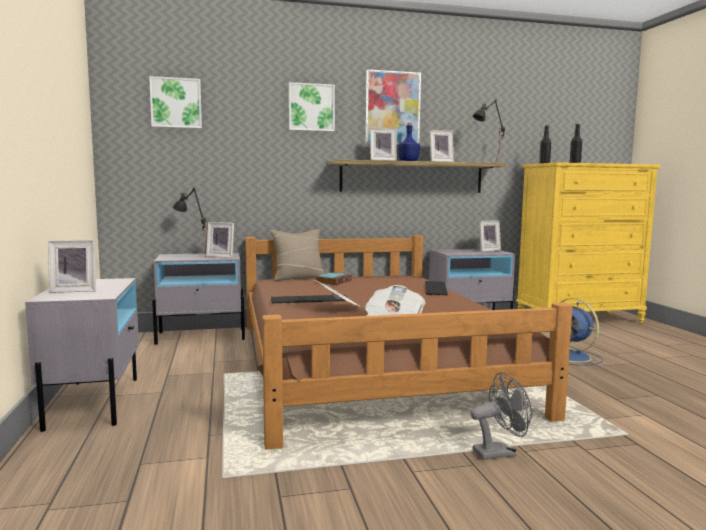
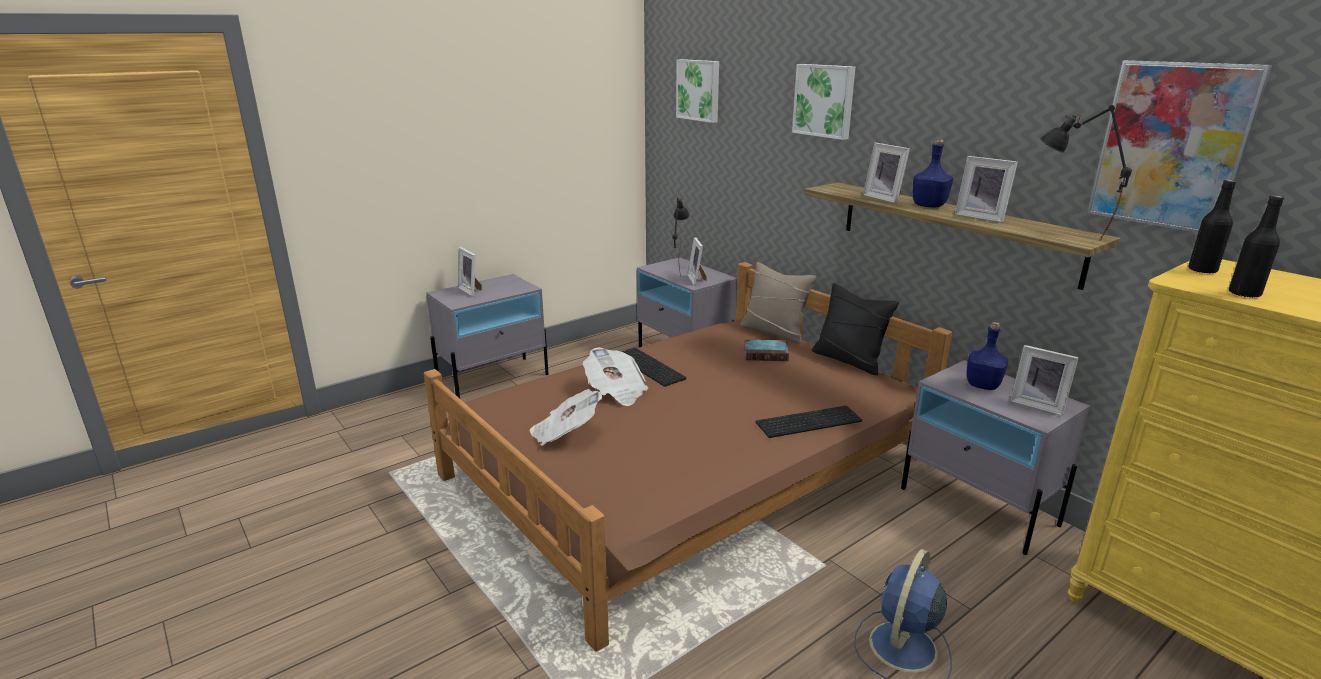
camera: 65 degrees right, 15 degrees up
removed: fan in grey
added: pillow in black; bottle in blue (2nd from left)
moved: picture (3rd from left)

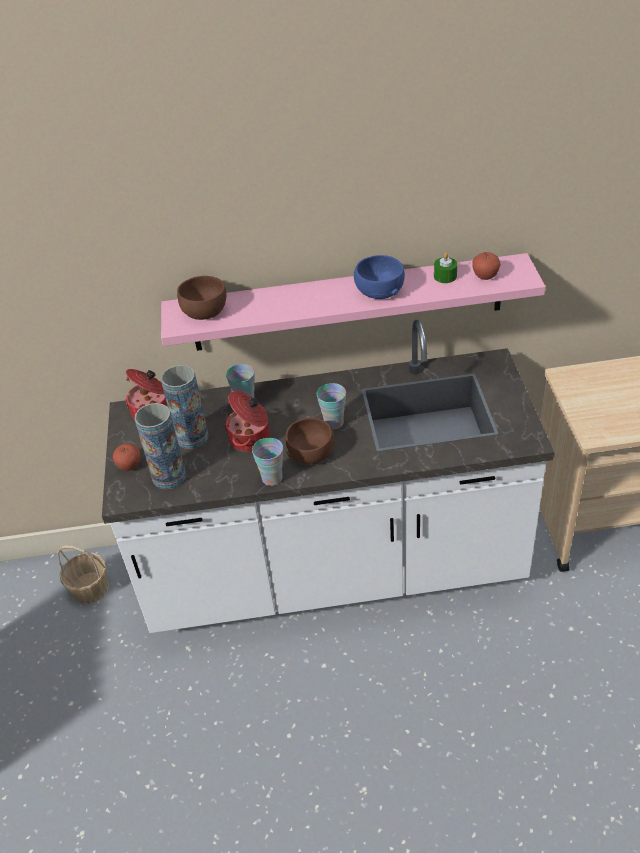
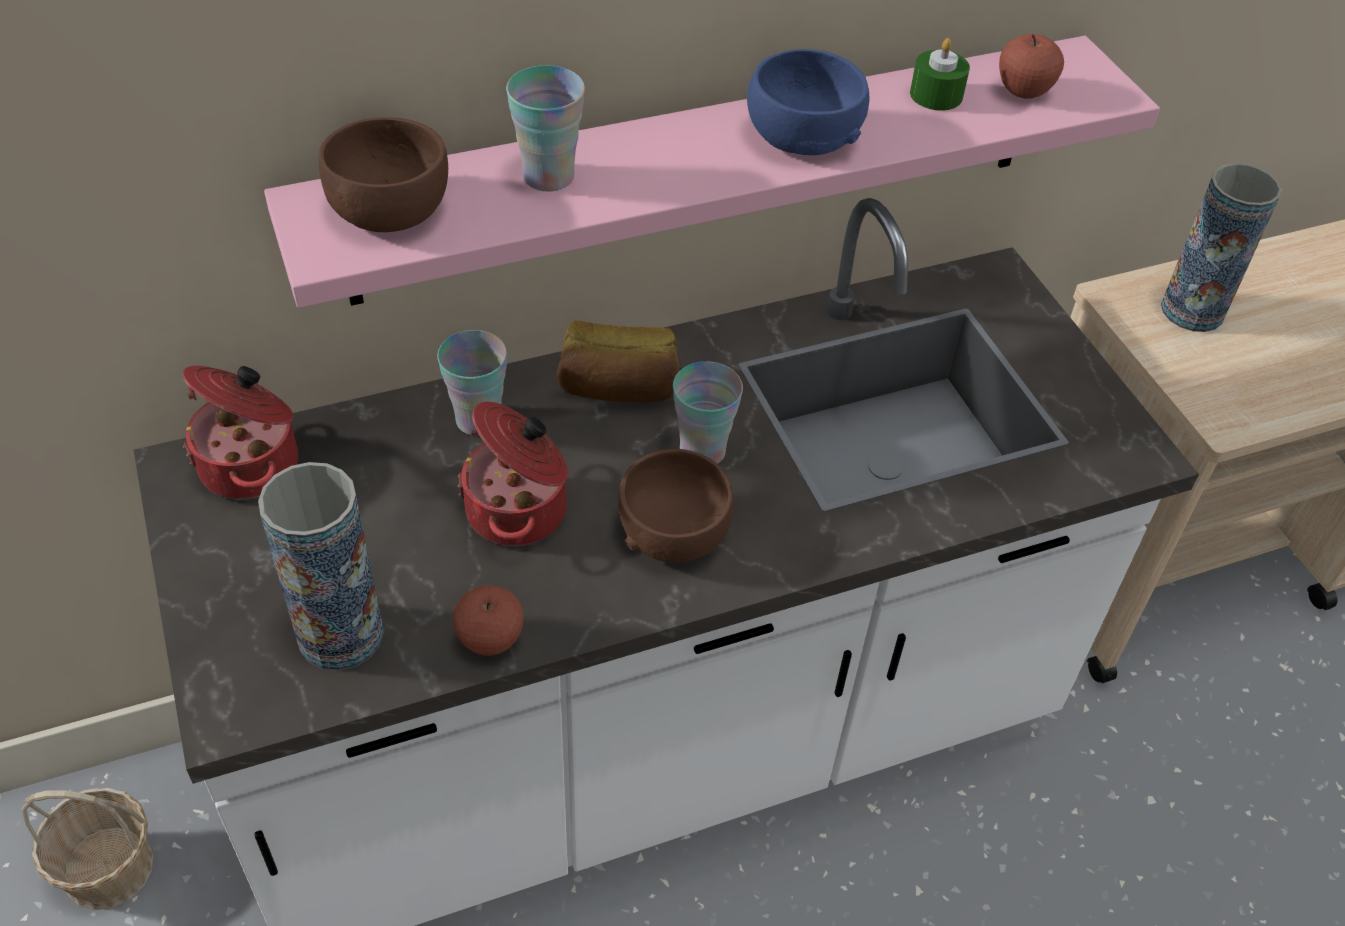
camera: 20 degrees left, 5 degrees up
added: bread
moved: vase (2nd from left); cup (2nd from left); apple (1st from left)

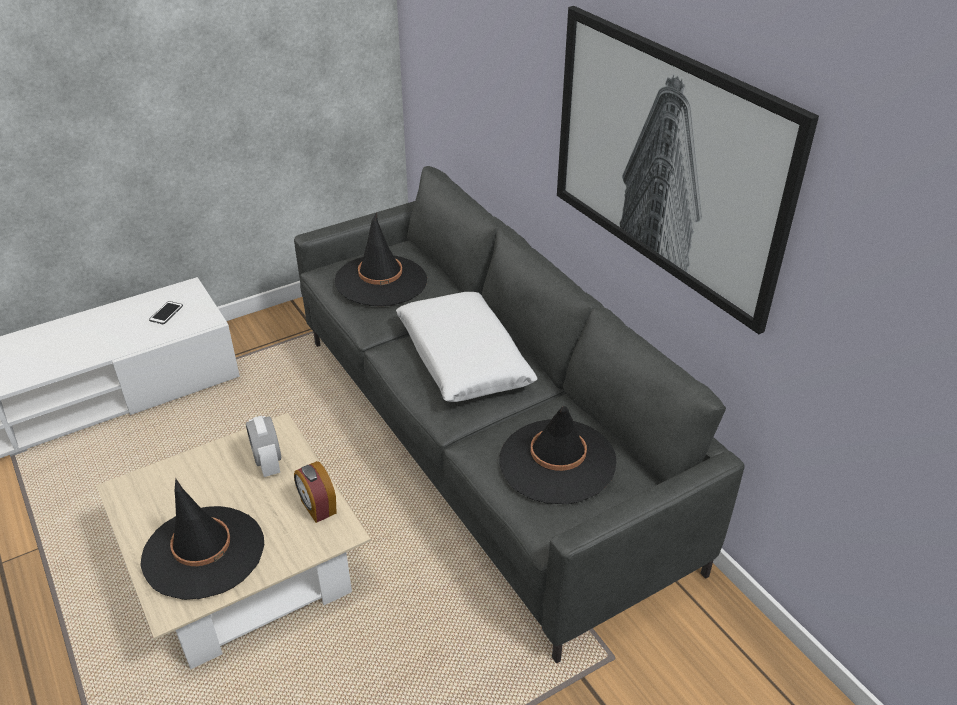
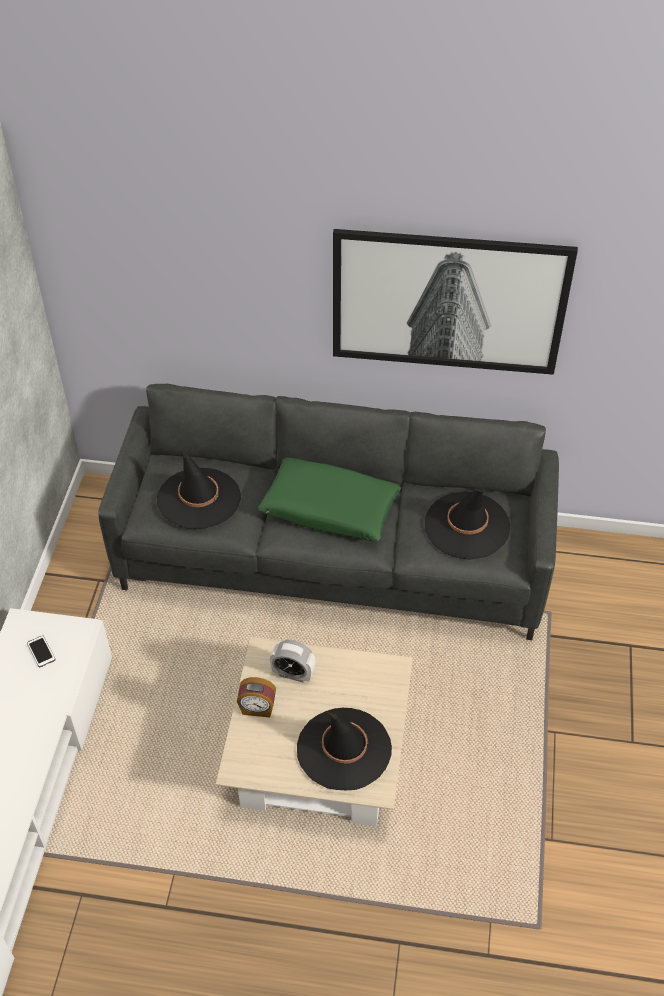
camera: 50 degrees left, 10 degrees up
moved: alarm clock (2nd from left in the first image) to alarm clock (1st from left)
recoloured: pillow in white to pillow in green

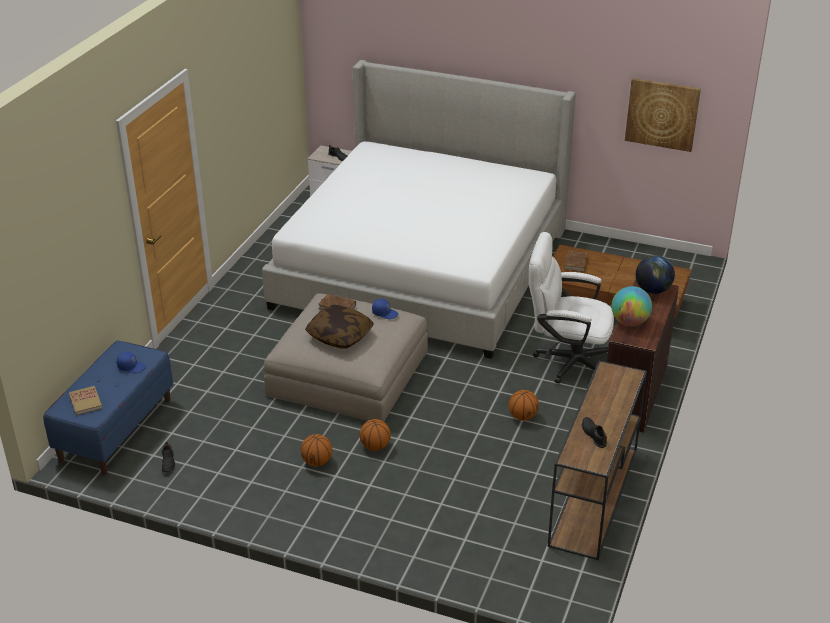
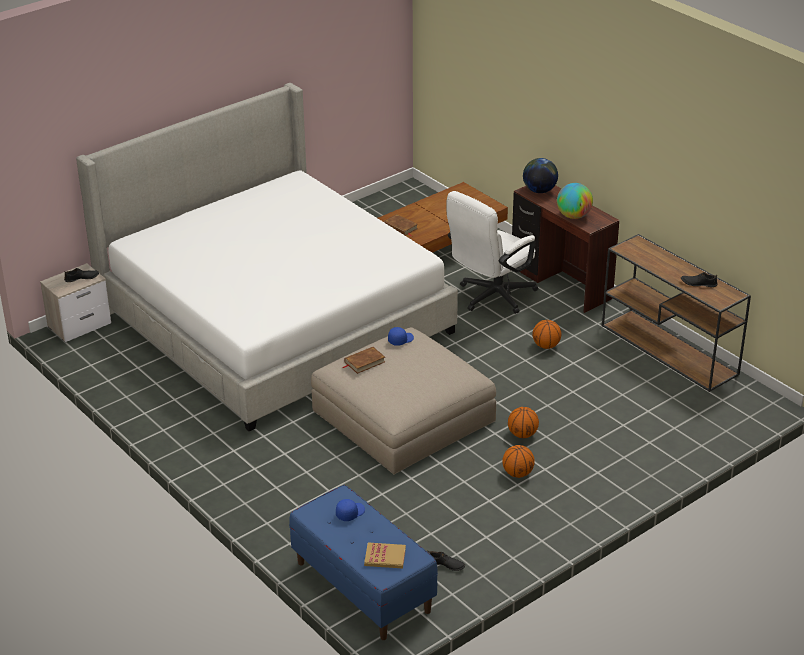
camera: 60 degrees left, 0 degrees up
removed: picture; pillow

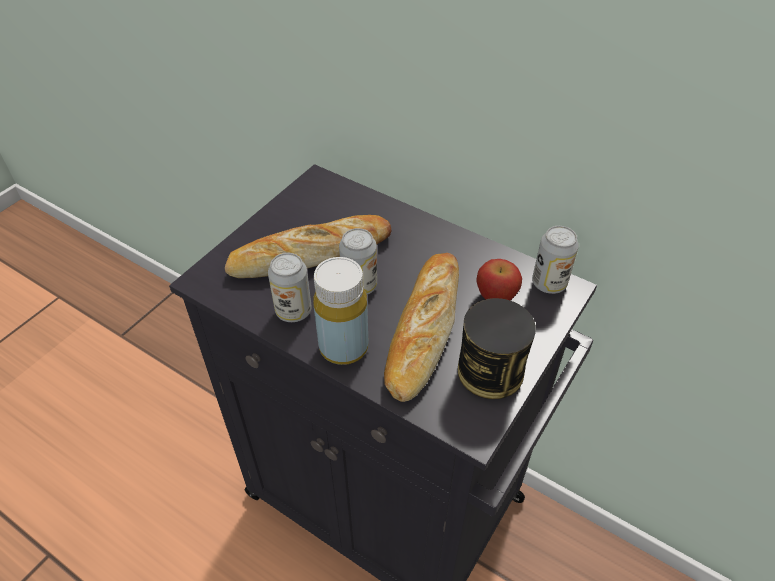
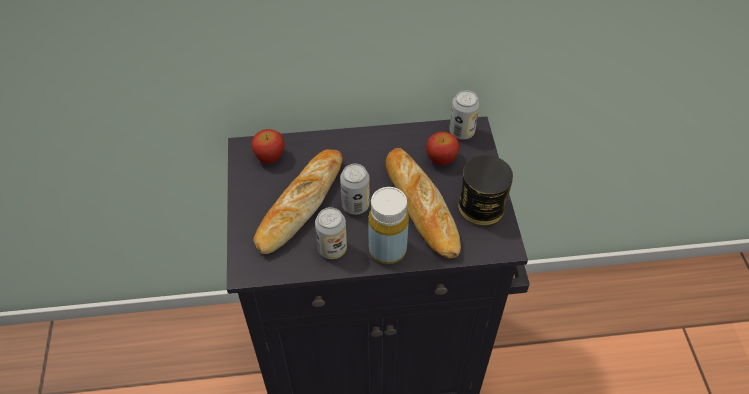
camera: 40 degrees left, 5 degrees up
added: apple (1st from left)

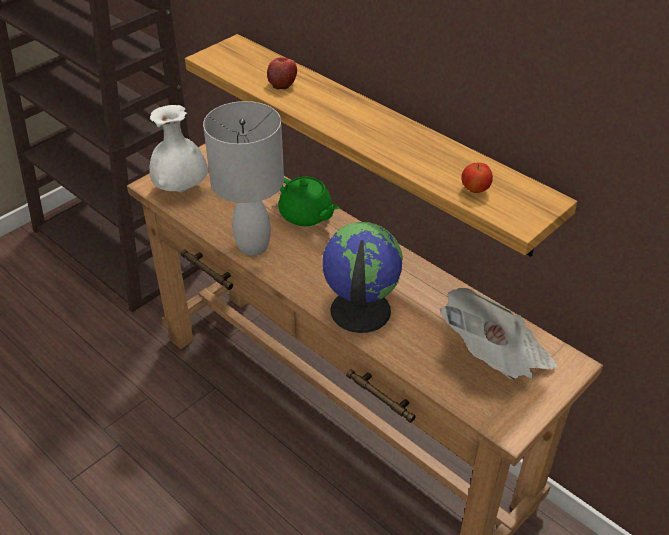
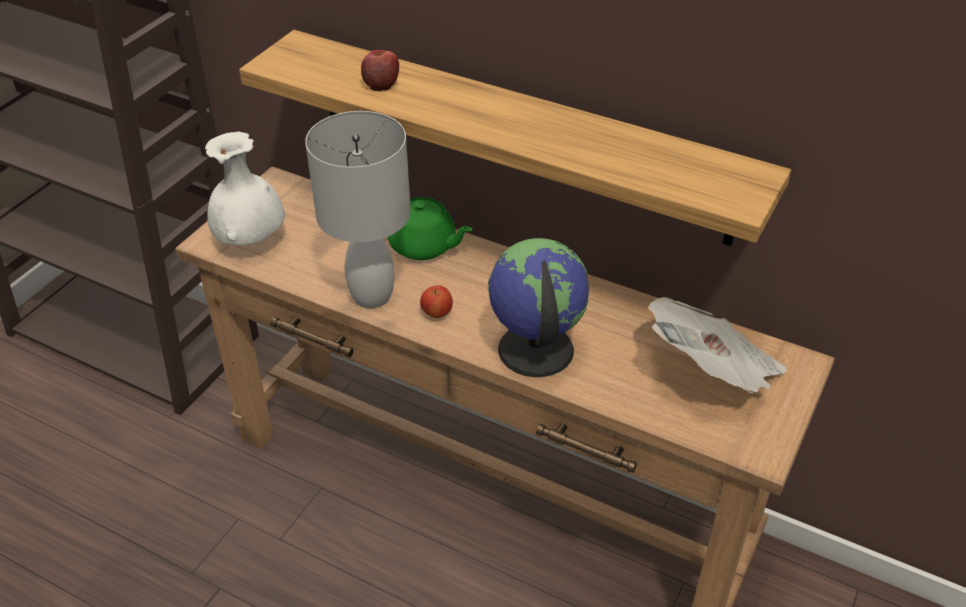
camera: 15 degrees left, 0 degrees up
moved: apple (2nd from left)

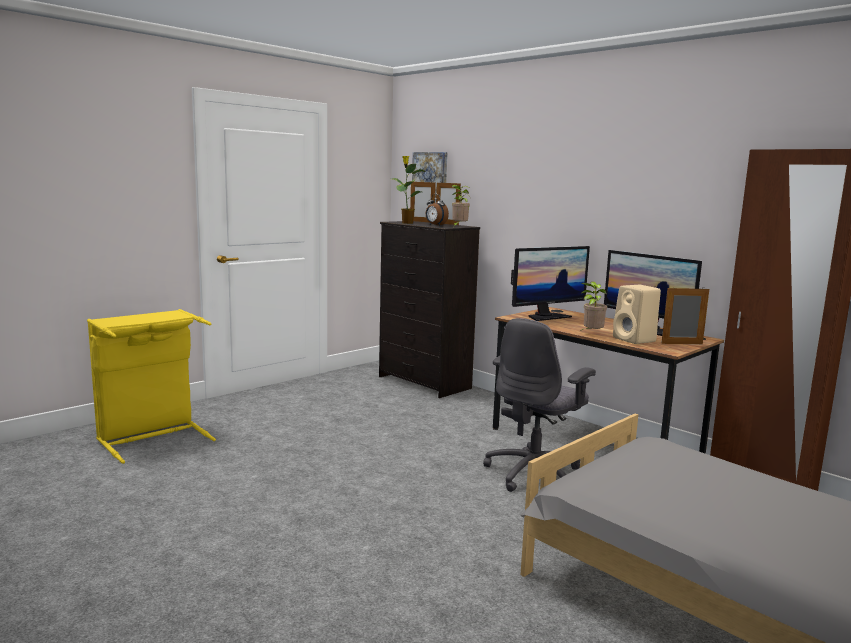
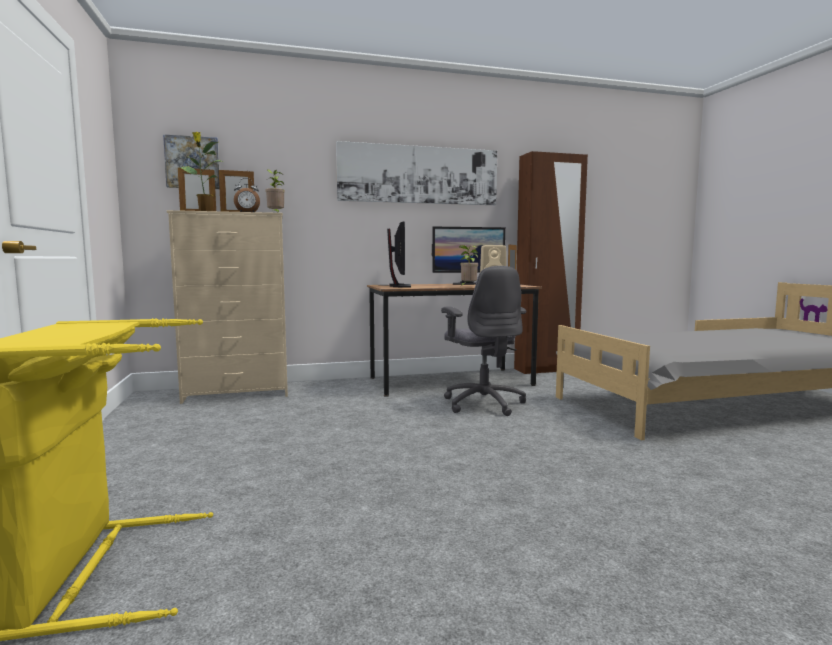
camera: 60 degrees left, 5 degrees down
added: picture (2nd from left)
recoloured: dresser in black to dresser in beige

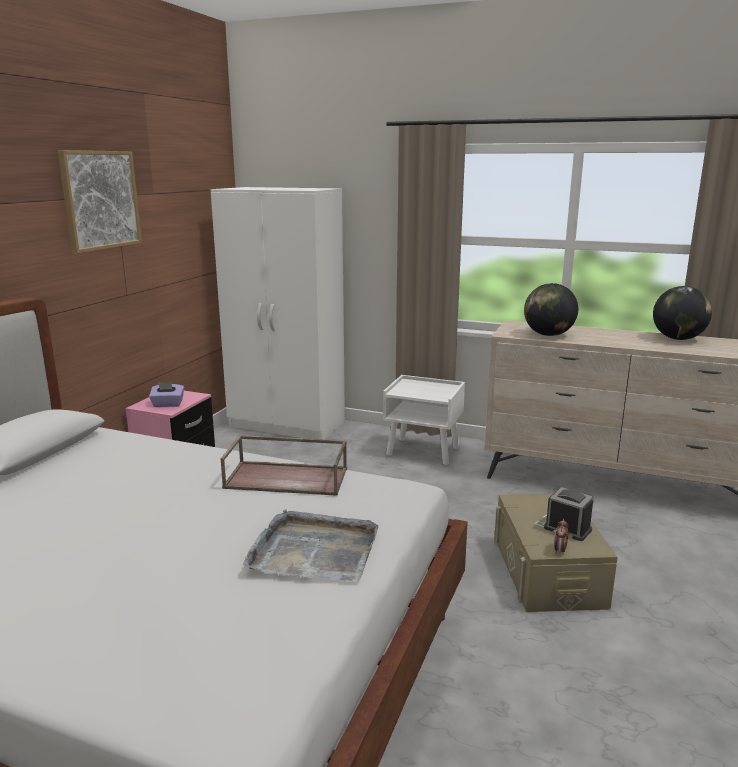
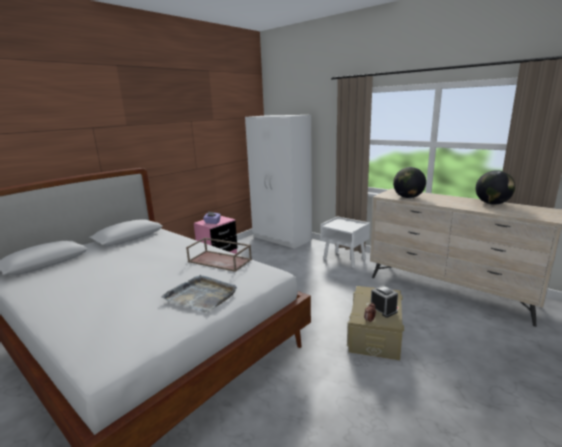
camera: 20 degrees right, 0 degrees up
removed: picture

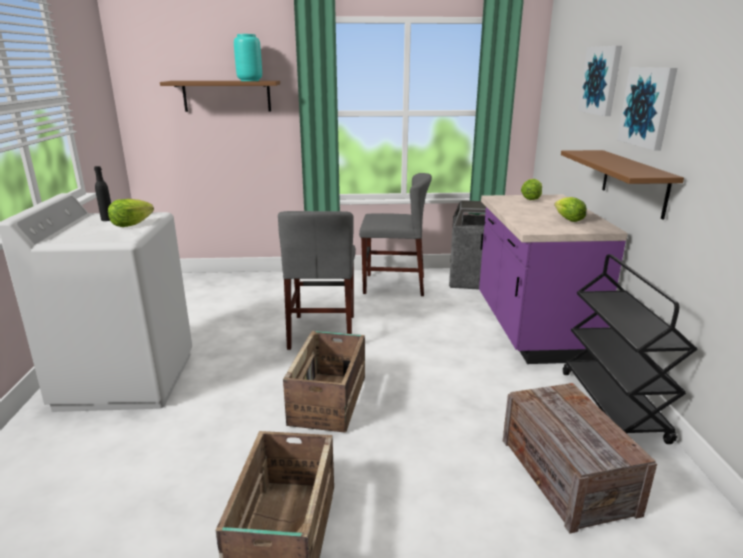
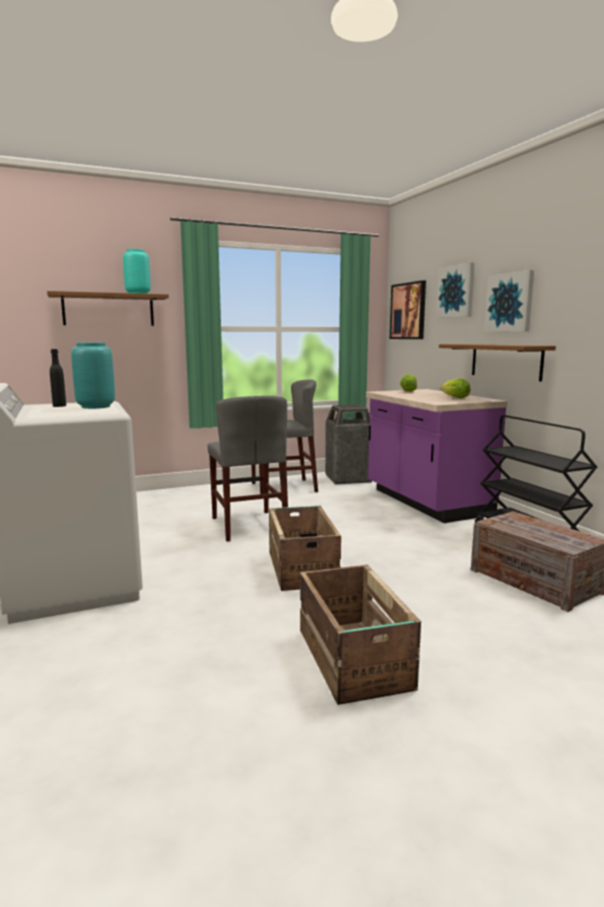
camera: 20 degrees left, 10 degrees down
added: picture (1st from left)
replaced: lettuce (1st from left) to vase in turquoise (1st from left)

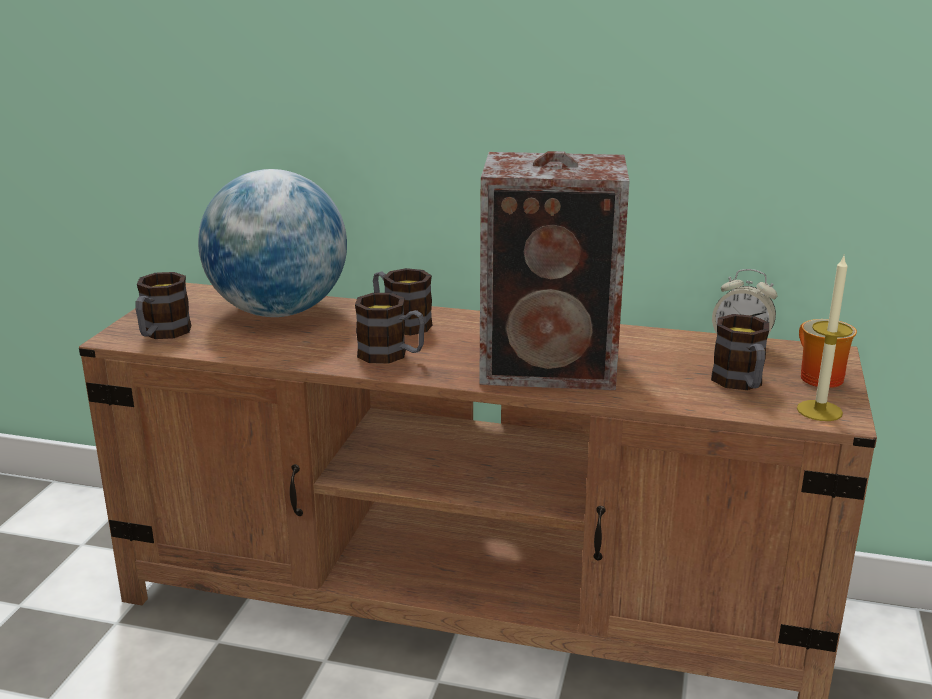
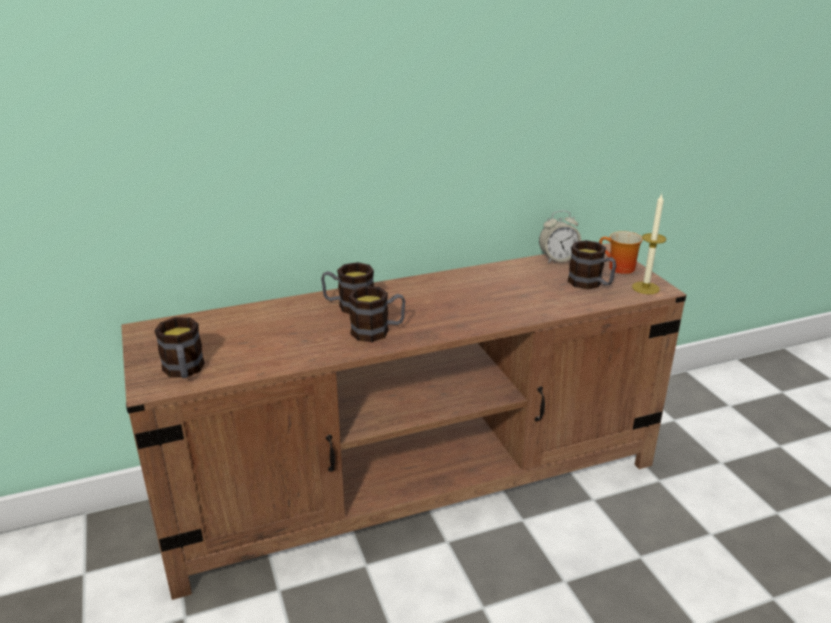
camera: 35 degrees left, 5 degrees up
removed: speaker; globe

